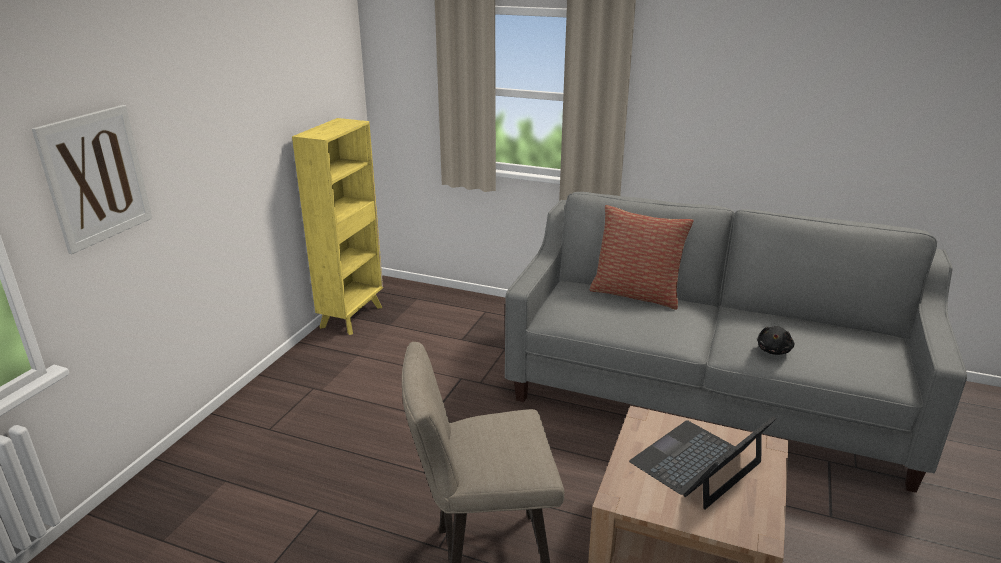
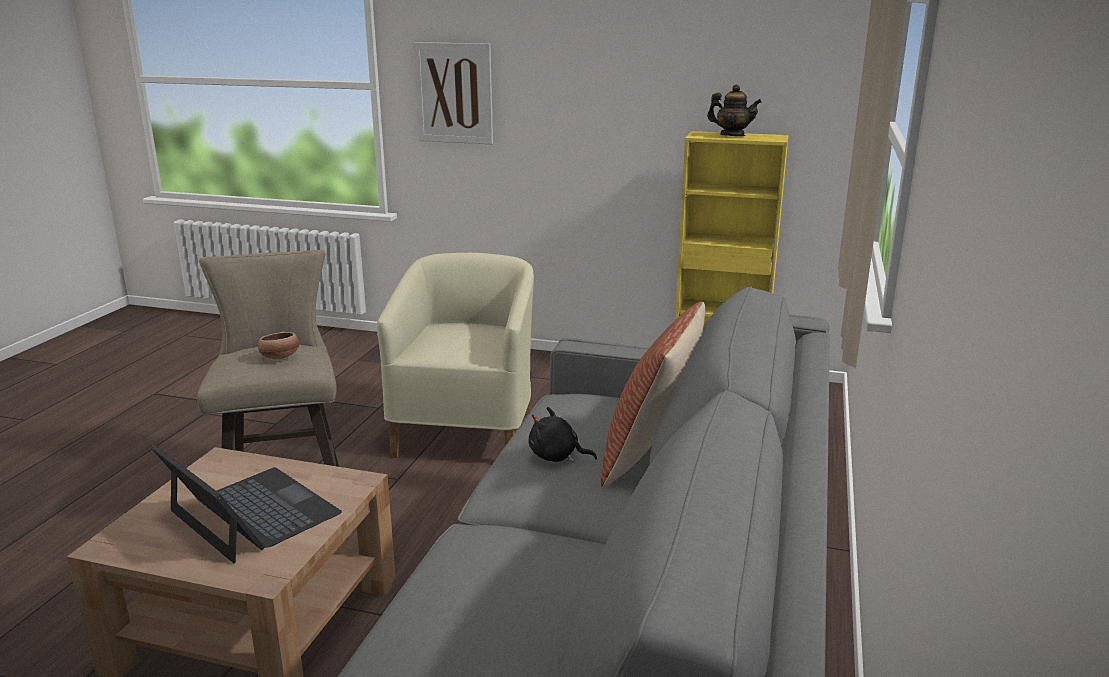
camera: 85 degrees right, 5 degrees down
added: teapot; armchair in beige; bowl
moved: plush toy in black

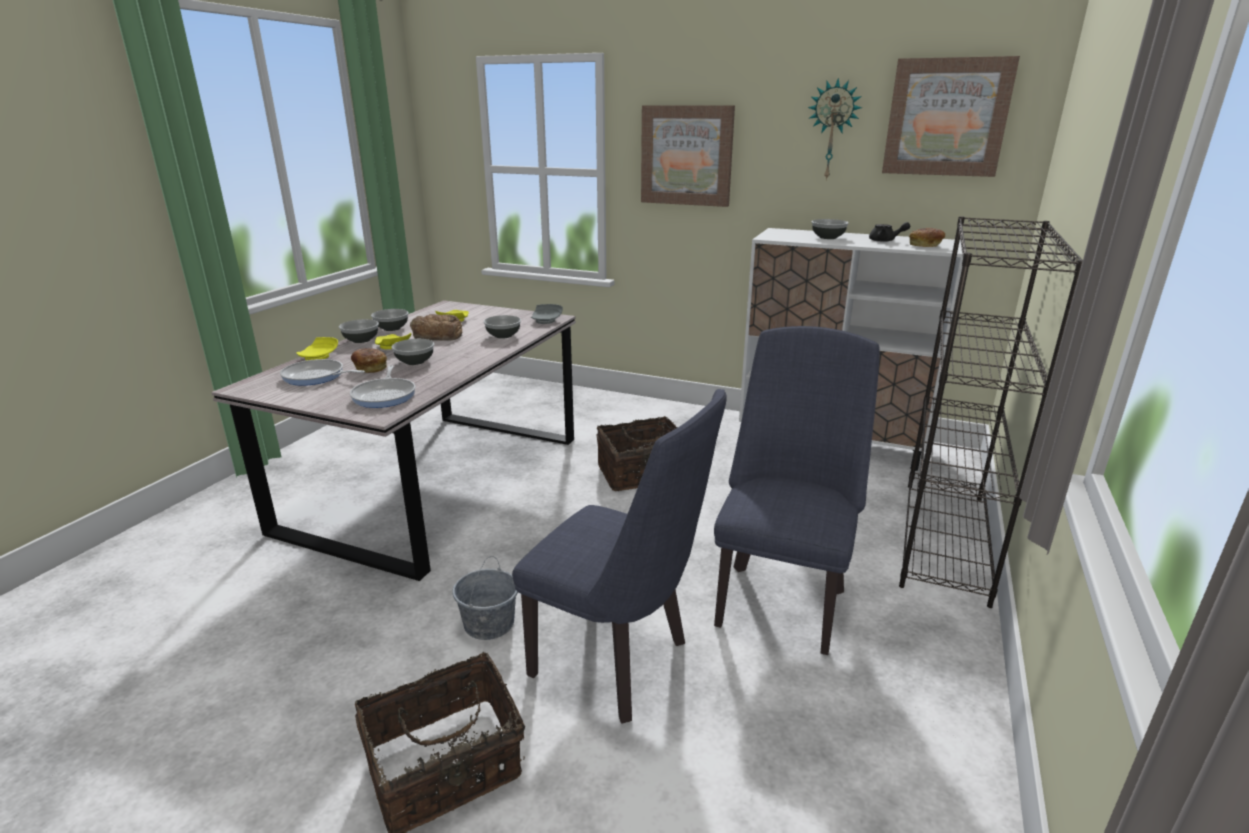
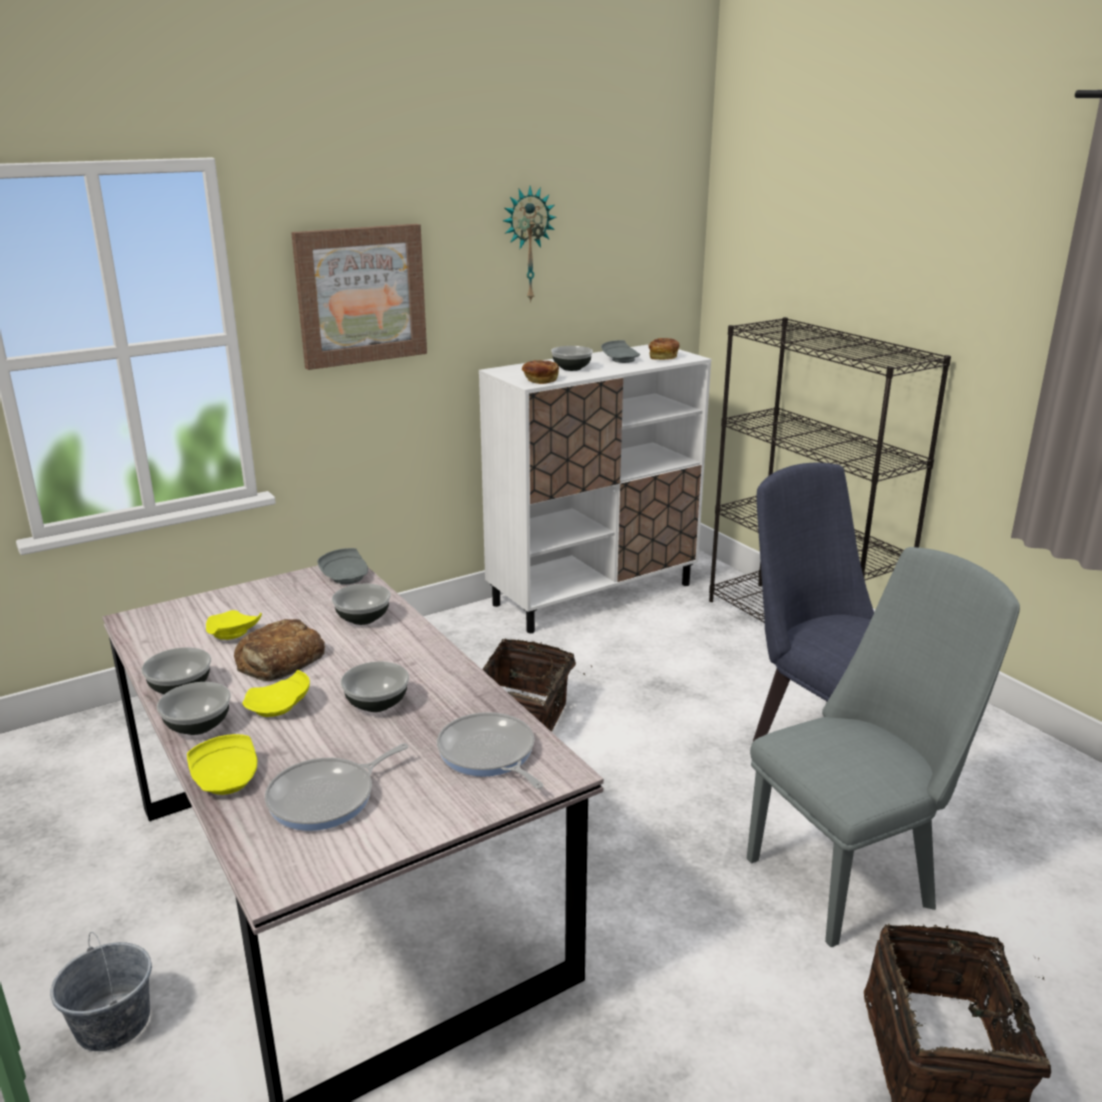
camera: 55 degrees left, 0 degrees up
removed: picture (2nd from left)
moved: bread (1st from left in the first image) to bread (2nd from left); bucket in grey
replaced: teapot in black to plate in grey (2nd from left)
recoloured: chair in blue (1st from left) to chair in grey
turned: frying pan (2nd from left) 150 degrees counterclockwise

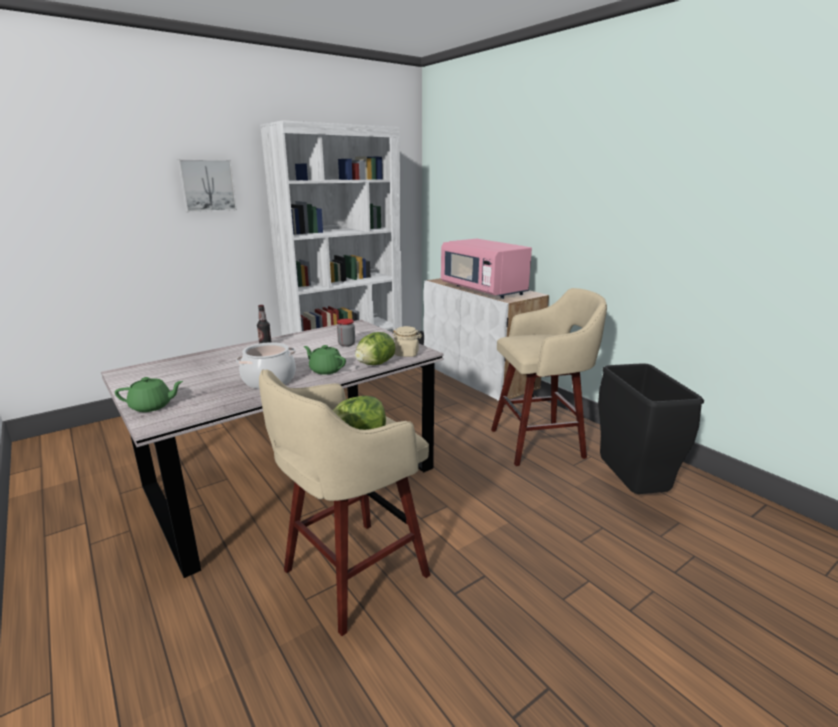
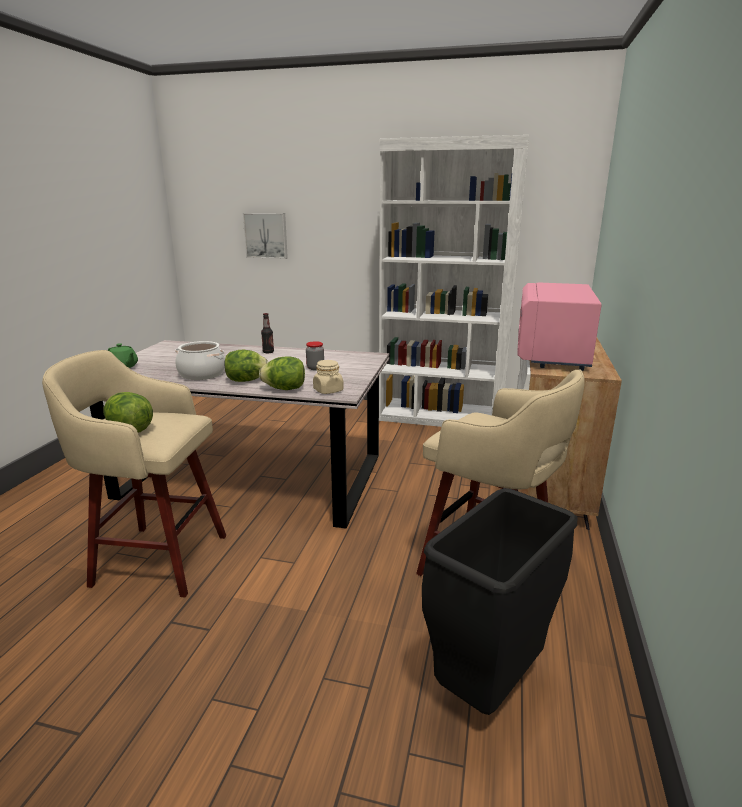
camera: 50 degrees right, 0 degrees up
moved: picture
replaced: teapot in green (2nd from left) to lettuce (2nd from left)

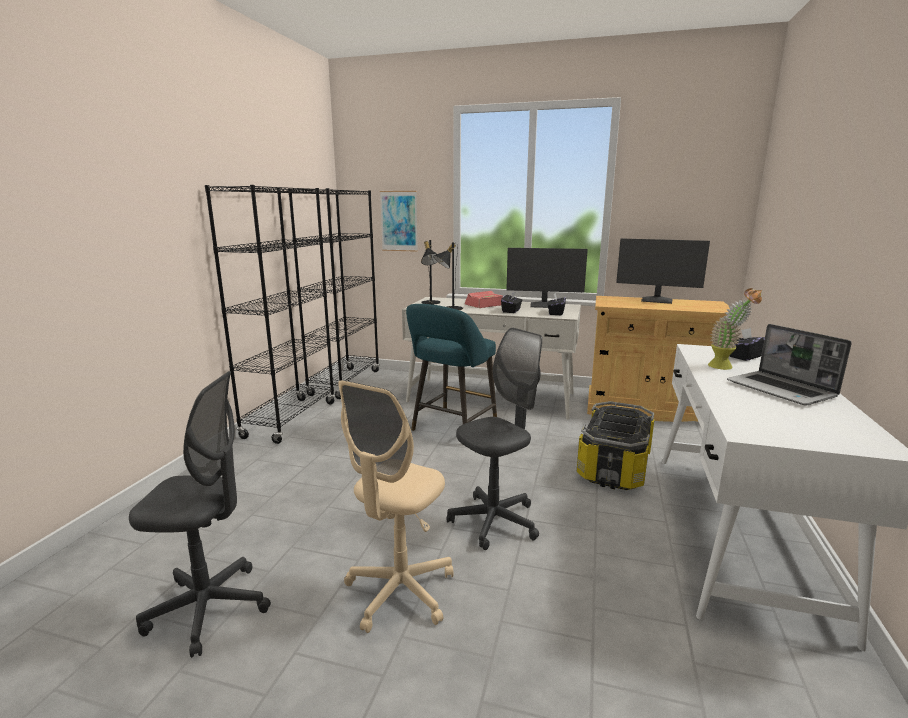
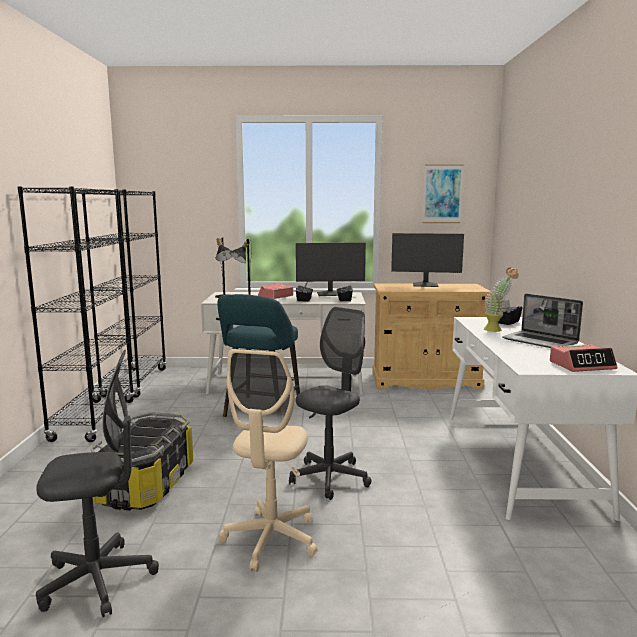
camera: 15 degrees left, 5 degrees down
added: alarm clock (2nd from left)
moved: picture; storage box

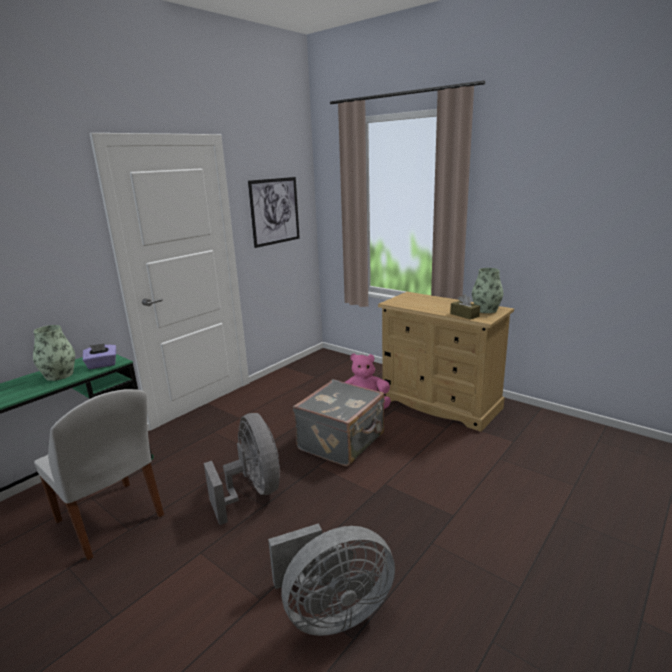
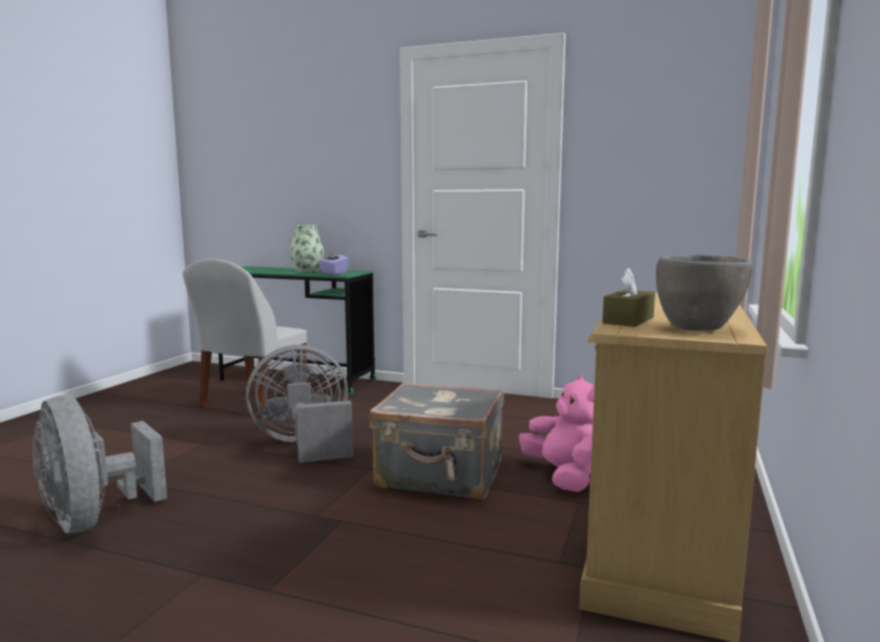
camera: 70 degrees right, 10 degrees down
removed: picture
replaced: vase (2nd from left) to bowl in grey
turned: fan in grey (1st from left in the first image) 150 degrees counterclockwise

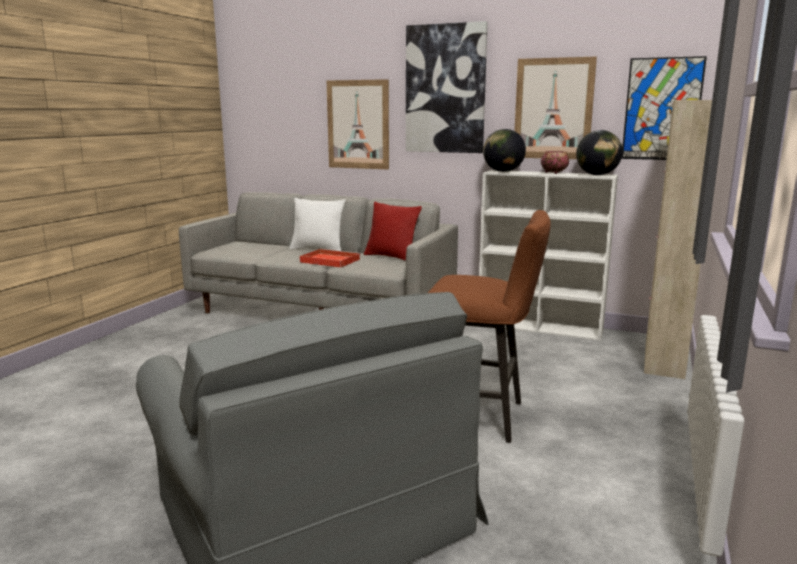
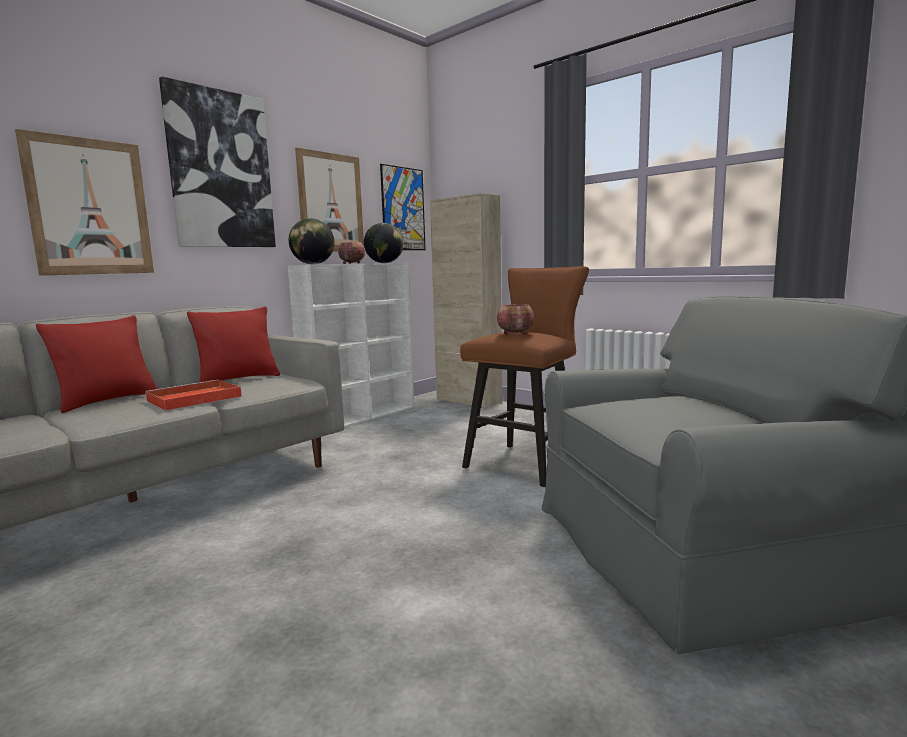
camera: 70 degrees left, 5 degrees down
added: bowl (2nd from left)
recoloured: pillow in white to pillow in red (1st from left)

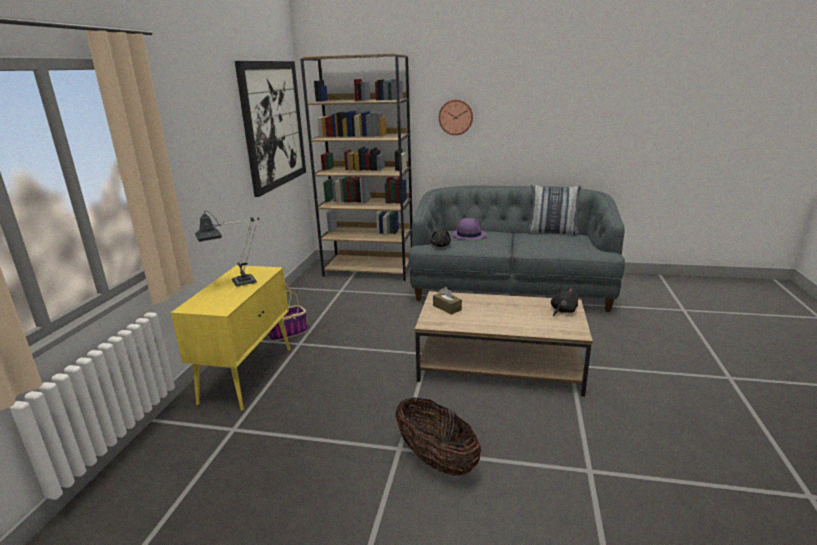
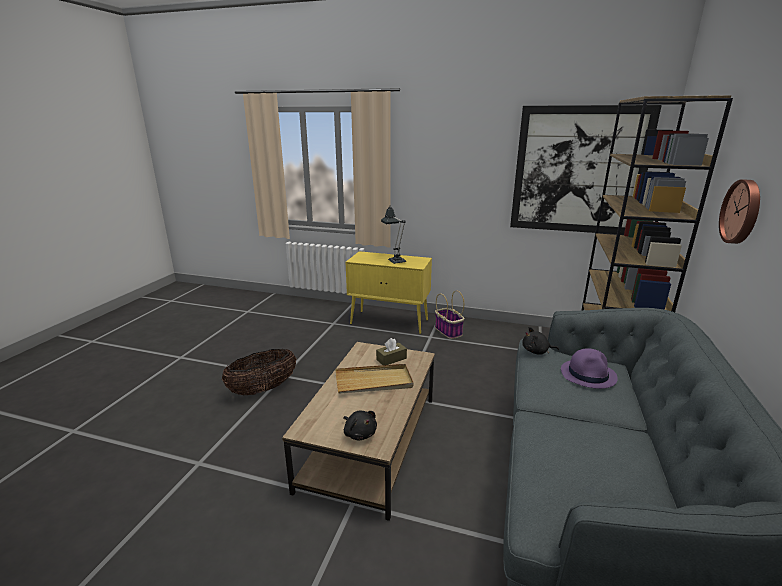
camera: 95 degrees right, 0 degrees up
removed: pillow
added: tray in beige

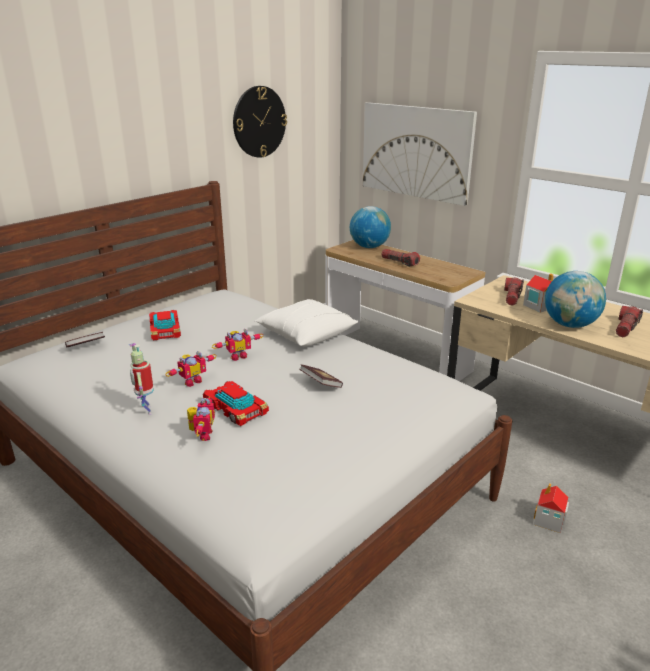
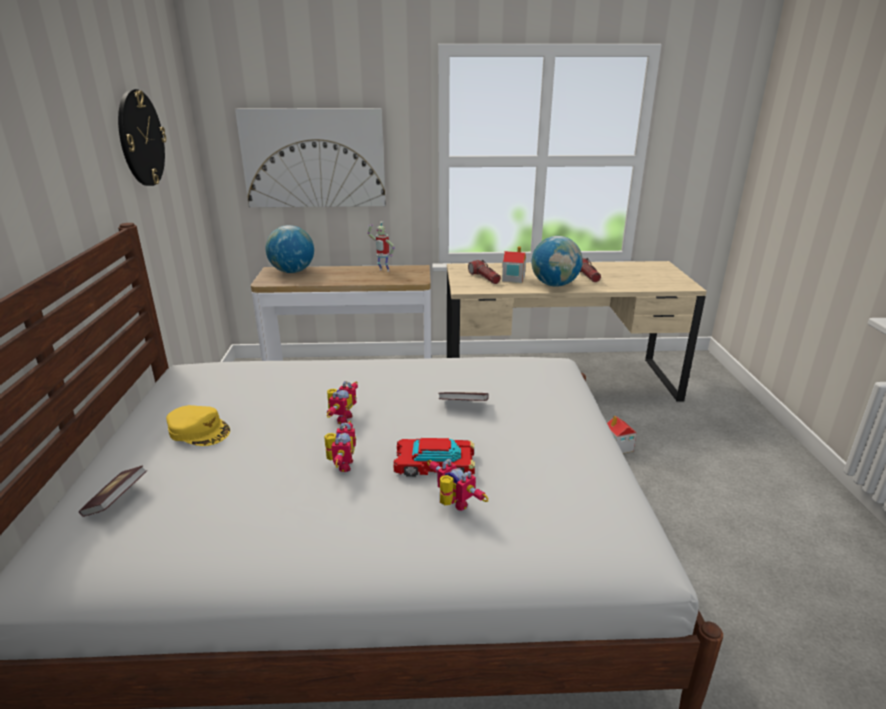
camera: 45 degrees left, 0 degrees up
removed: flashlight (1st from left); pillow in white
moved: toy robot (1st from left in the first image) to toy robot (3rd from left)
replaced: toy car (1st from left) to cap in yellow

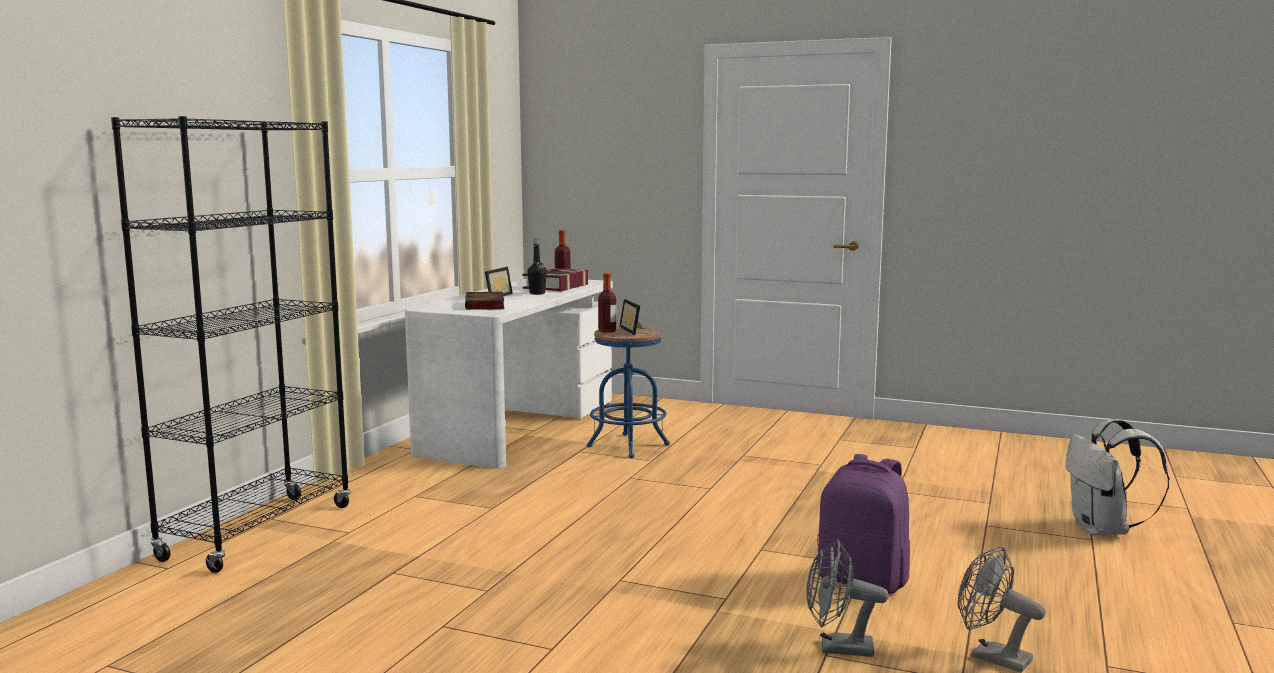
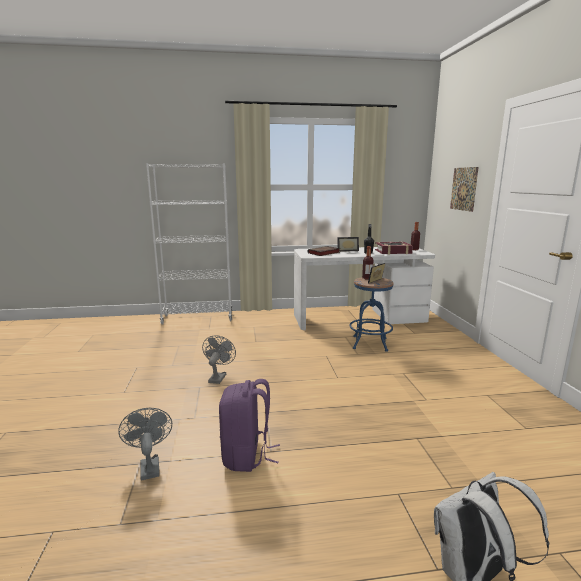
camera: 60 degrees right, 5 degrees up
added: picture
moved: fan in grey (2nd from left)
recoloured: bookcase in black to bookcase in white

